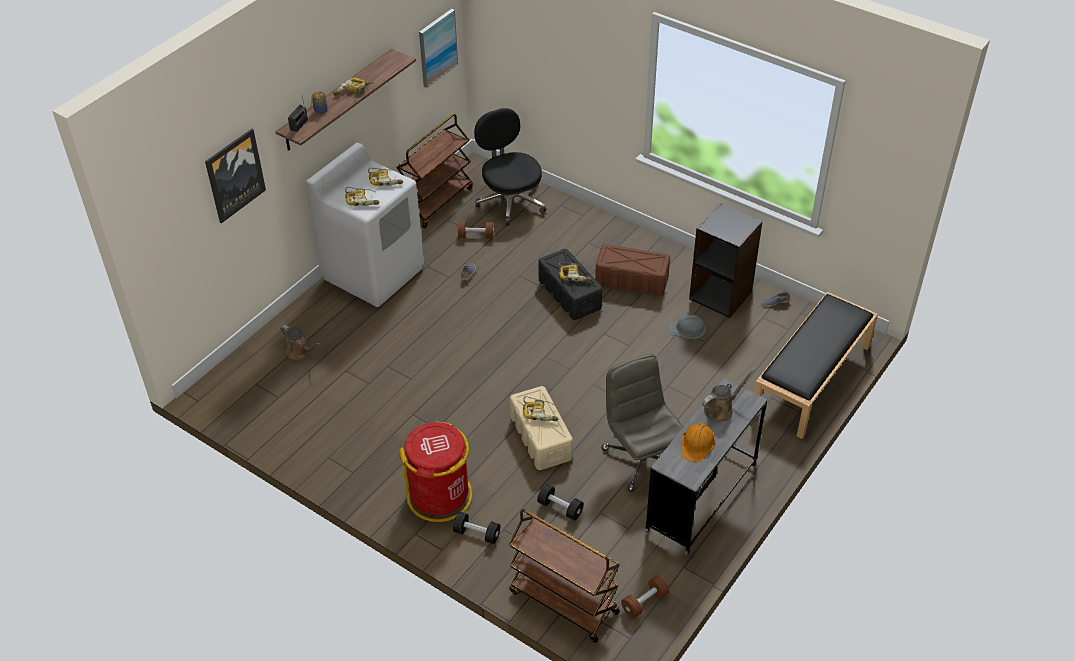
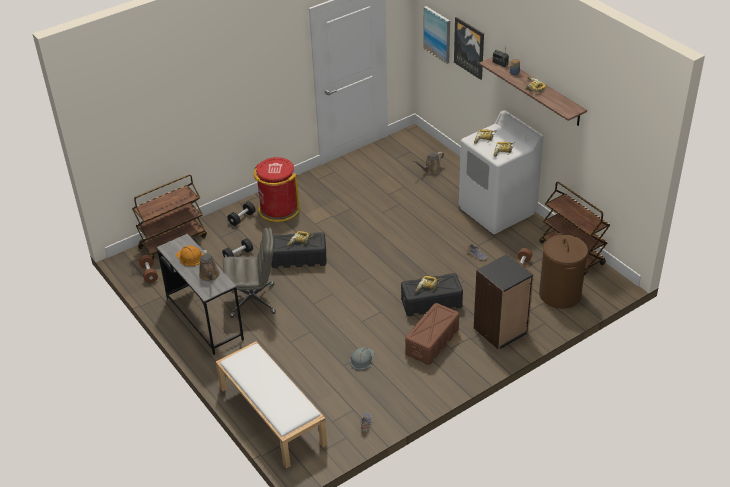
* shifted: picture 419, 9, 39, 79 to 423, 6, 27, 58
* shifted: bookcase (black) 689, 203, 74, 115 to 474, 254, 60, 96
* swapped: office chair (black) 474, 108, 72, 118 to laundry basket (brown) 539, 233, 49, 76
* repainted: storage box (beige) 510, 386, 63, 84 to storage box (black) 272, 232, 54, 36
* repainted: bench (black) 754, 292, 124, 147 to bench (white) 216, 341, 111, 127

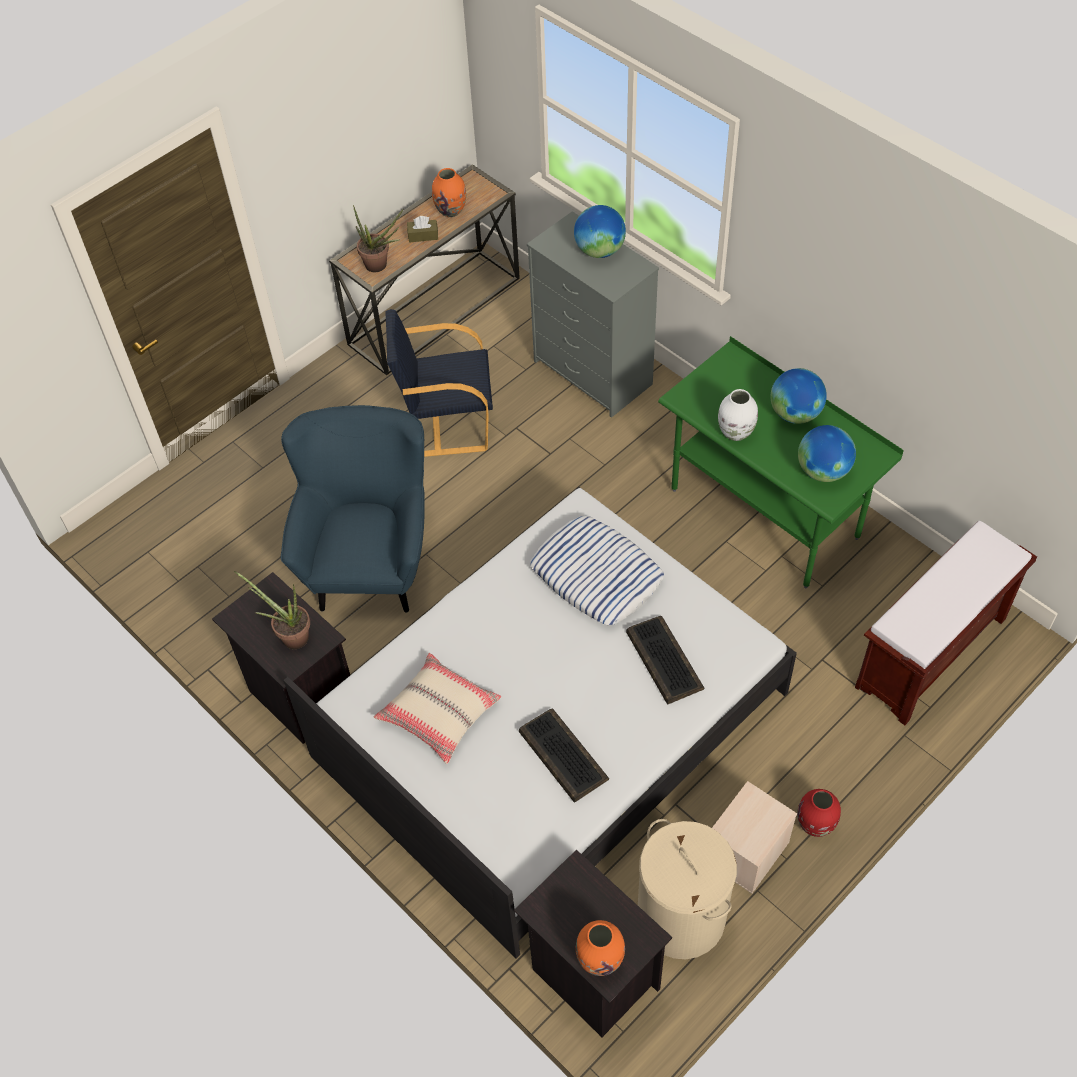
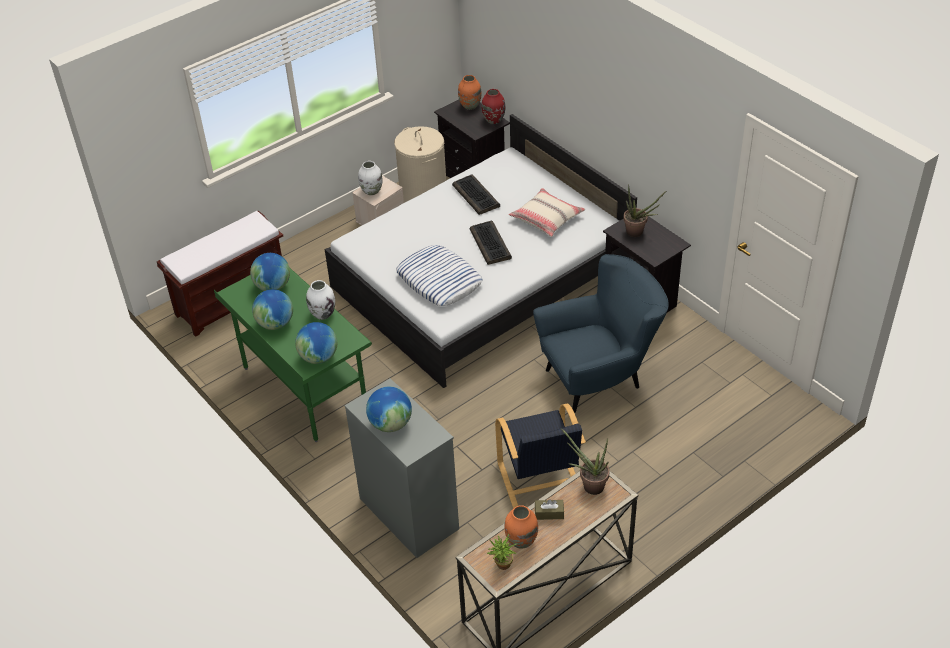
* new: globe 295, 322, 42, 42
* new: vase (white) 358, 161, 25, 34
* new: potted plant 487, 534, 29, 36
* shifted: keyboard 626, 616, 78, 89 to 469, 221, 43, 44
* shifted: vase (red) 797, 789, 44, 48 to 482, 89, 23, 35
* rotated: armchair (blue) 281, 405, 144, 208 = 533, 254, 136, 159 120 degrees counterclockwise
* rotated: armchair (black) 385, 309, 108, 148 = 495, 403, 91, 106 75 degrees clockwise

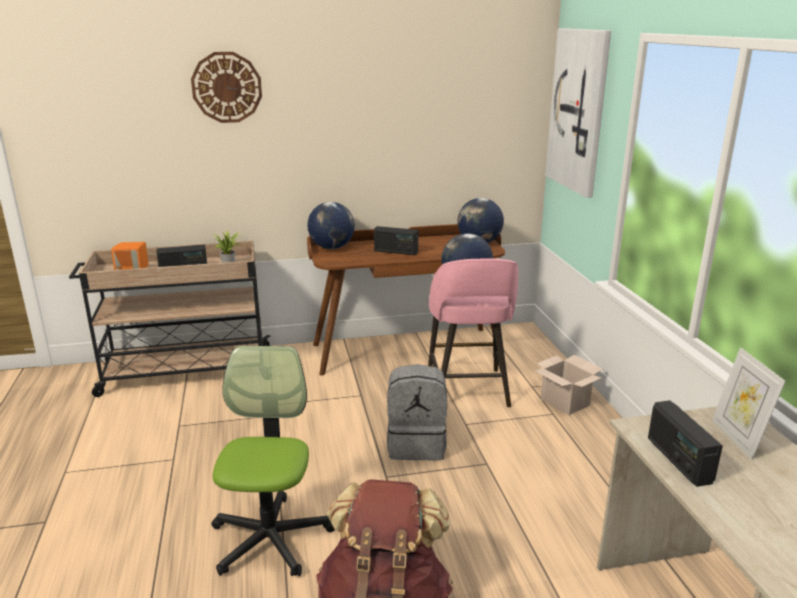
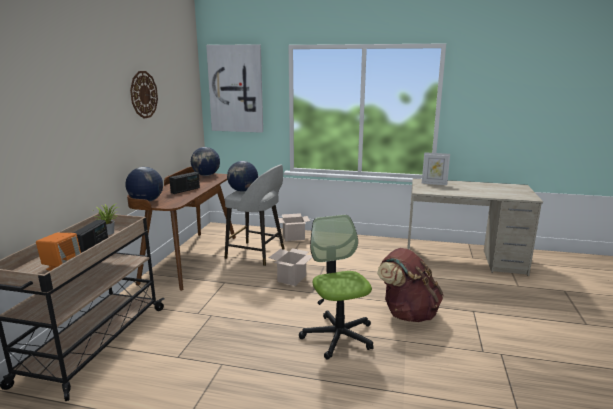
* gone: radio 648, 400, 75, 87
* shifted: wall clock 191, 52, 71, 71 to 130, 71, 28, 48
* swapped: backpack (grey) 387, 364, 60, 96 to cardboard box 269, 248, 43, 38
* repainted: stool (pink) 428, 259, 90, 149 to stool (grey) 225, 165, 60, 101
* rotated: office chair 211, 346, 124, 230 = 299, 215, 75, 145 45 degrees clockwise

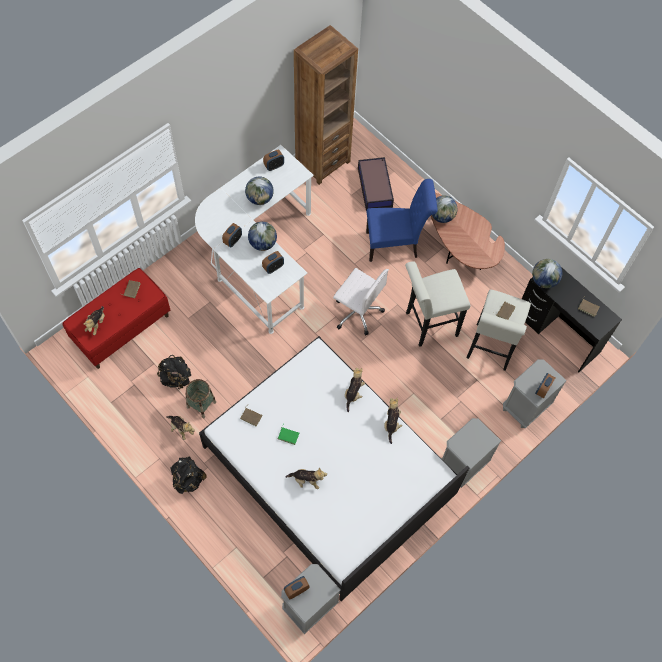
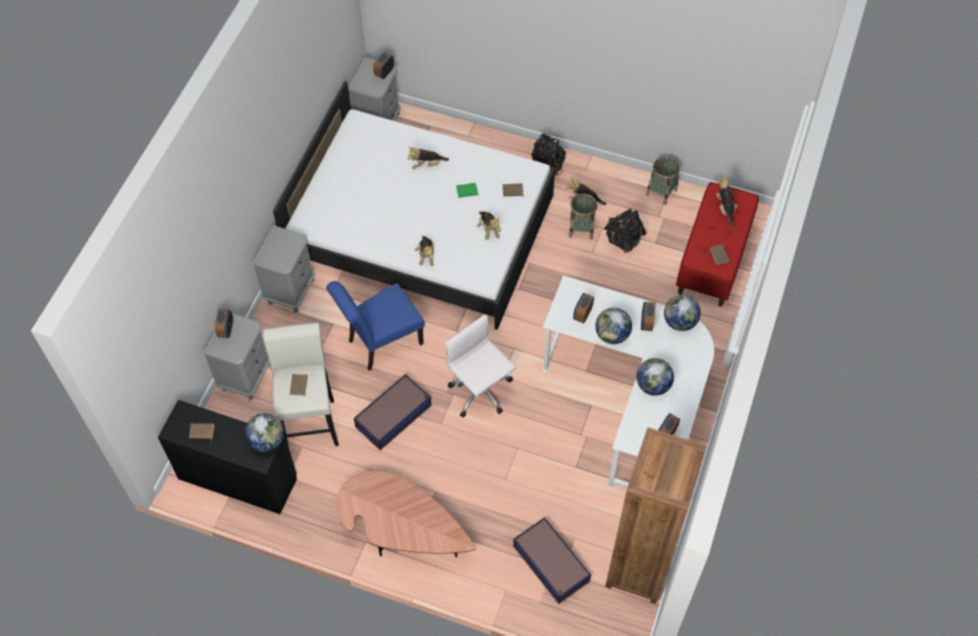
* new: basket 646, 157, 33, 48
* shifted: chair (blue) 366, 179, 72, 83 to 326, 281, 99, 90
* shifted: plush toy 384, 398, 18, 46 to 477, 211, 24, 29
* shifted: globe 432, 195, 25, 28 to 664, 295, 37, 36
* swapped: stool (white) 405, 261, 66, 86 to storage box 354, 374, 77, 76
* rotated: office chair (white) 333, 268, 56, 67 = 445, 314, 70, 104 45 degrees clockwise

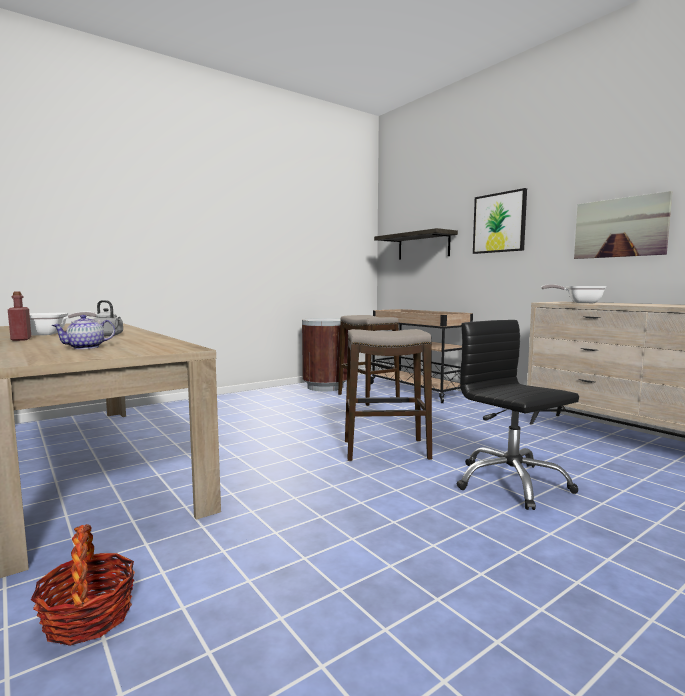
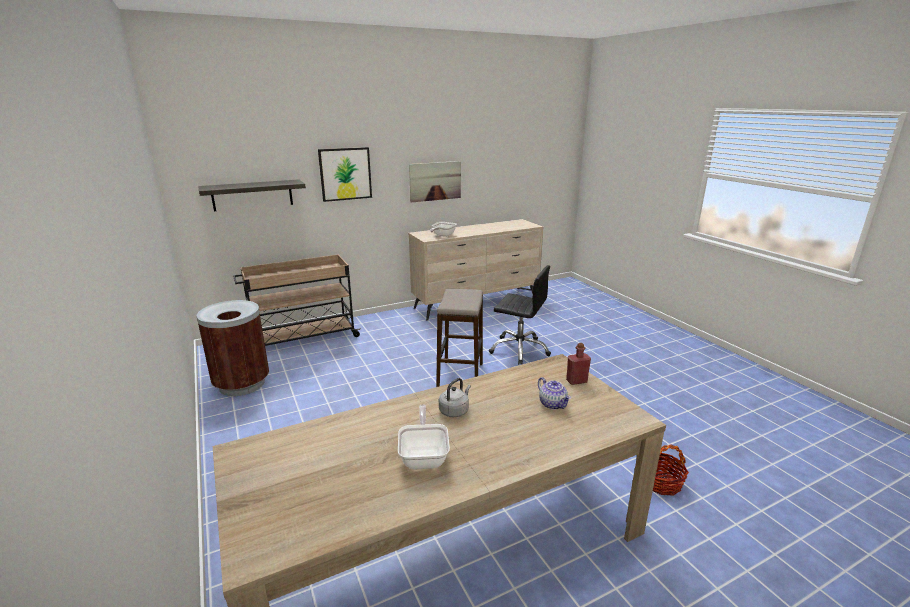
* gone: stool 338, 315, 62, 91
* shifted: bottle (red) 8, 291, 23, 50 to 566, 343, 25, 42
* rotated: office chair (black) 457, 320, 122, 190 = 489, 265, 62, 100 135 degrees counterclockwise

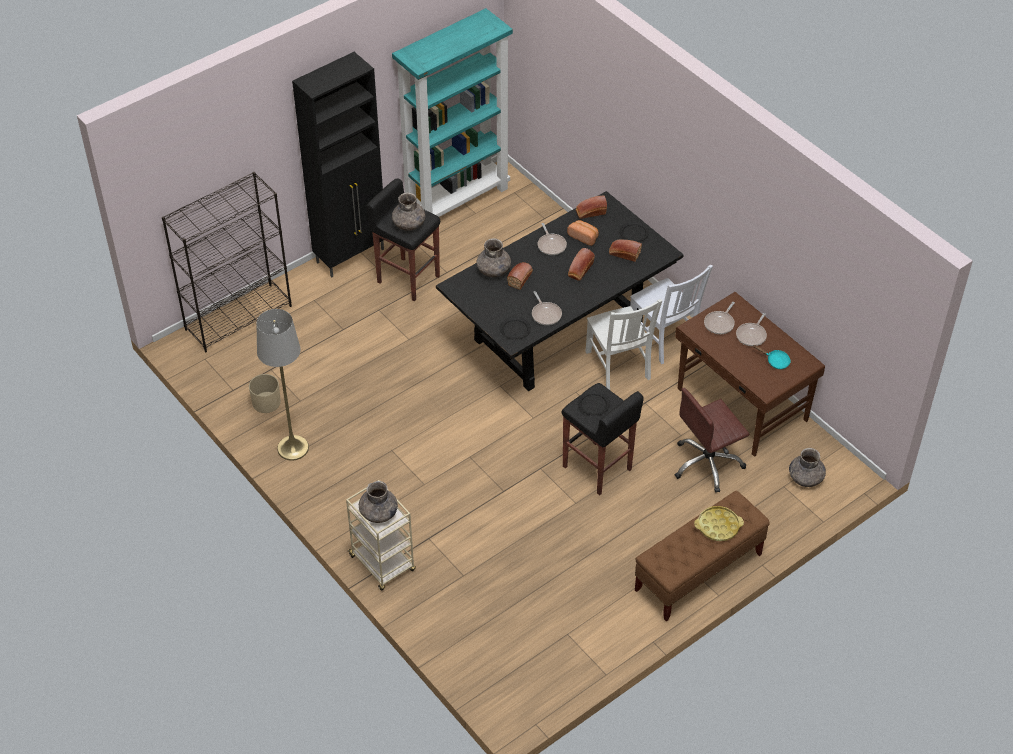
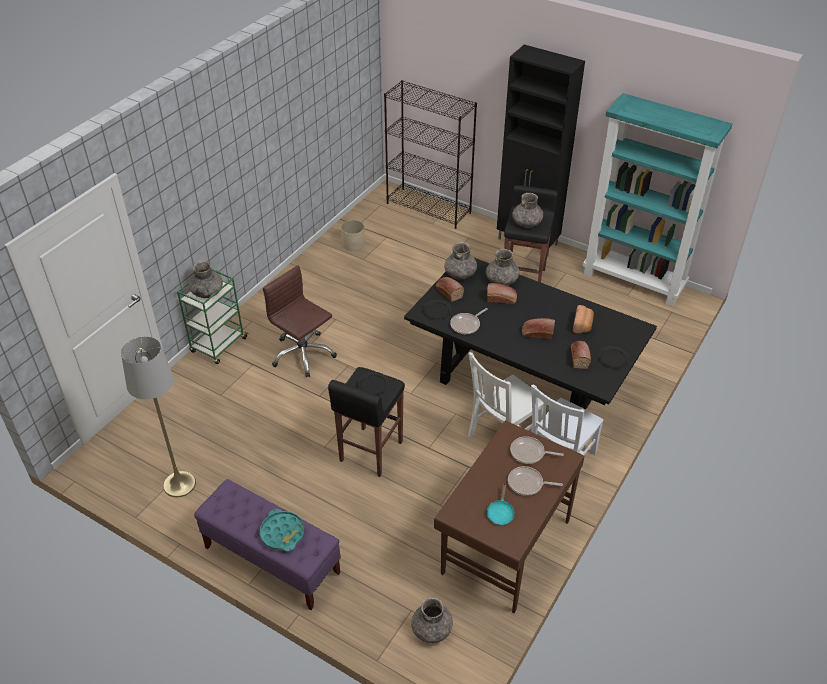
* gone: frying pan 538, 223, 29, 32
* new: vase (grey) 444, 242, 33, 38
* shifted: floor lamp (grey) 257, 309, 52, 151 to 121, 337, 75, 160
* shifted: bread 576, 196, 31, 23 to 436, 277, 28, 25
* shifted: office chair (brown) 675, 388, 74, 105 to 263, 265, 74, 112
* repainted: cart (beige) 346, 480, 70, 111 to cart (green) 177, 269, 72, 95
* repainted: bench (brown) 635, 491, 135, 130 to bench (purple) 194, 479, 147, 131
* repainted: tray (yellow) 694, 506, 50, 35 to tray (turquoise) 260, 509, 44, 42

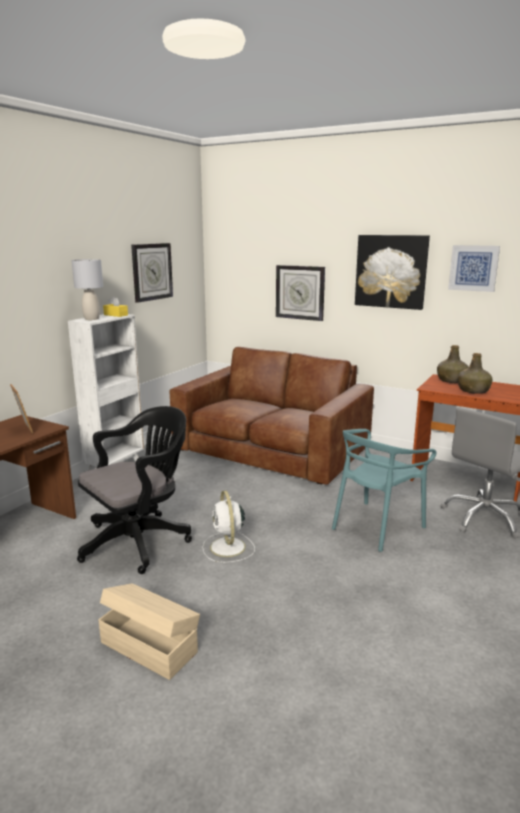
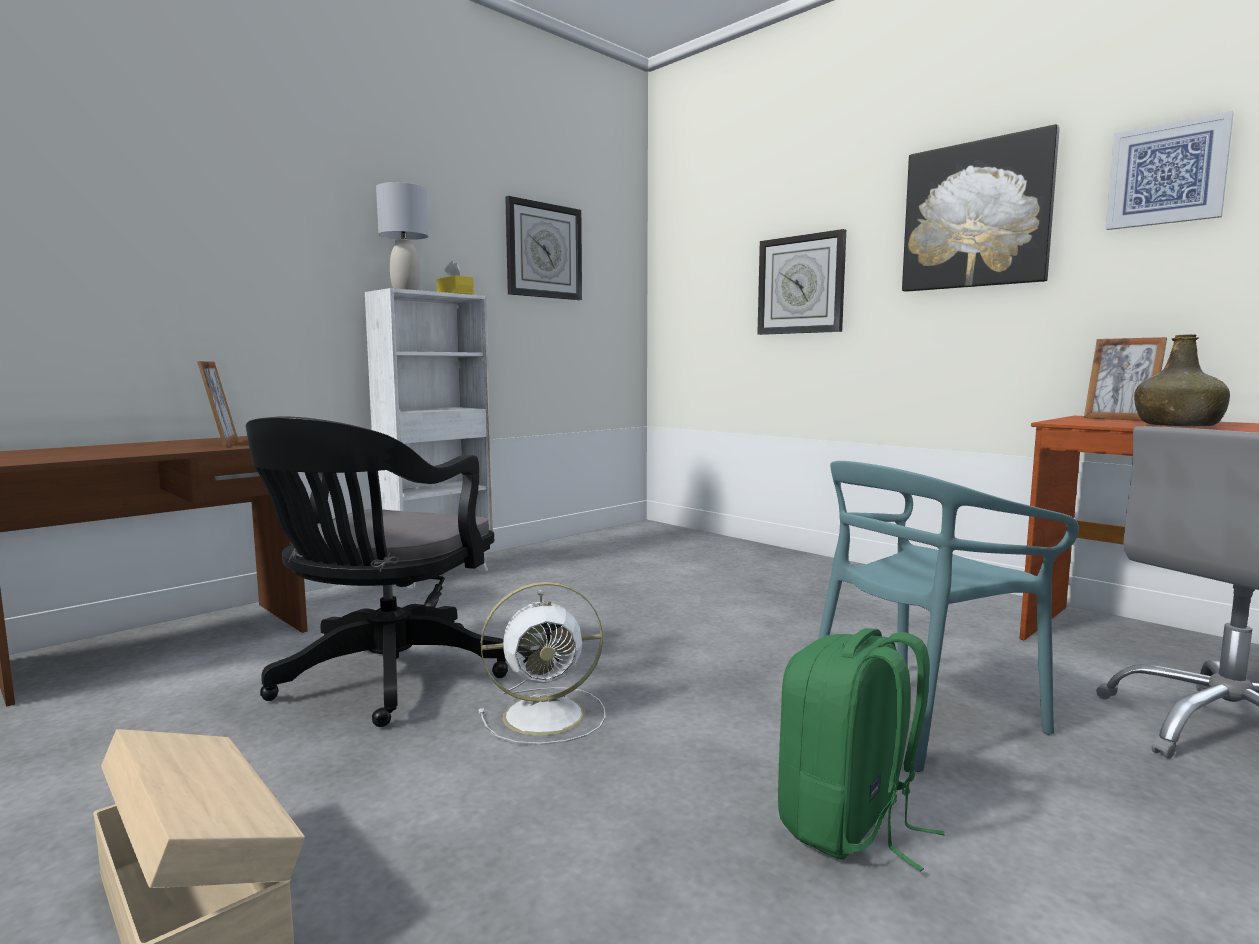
* gone: sofa (brown) 170, 347, 204, 138
* new: backpack (green) 778, 628, 167, 244
* swapped: bottle (green) 437, 345, 31, 38 to picture frame 1084, 337, 83, 84
* rotated: office chair (black) 77, 406, 115, 168 = 246, 417, 262, 310 135 degrees clockwise
* rotated: fan (white) 202, 491, 53, 72 = 479, 582, 127, 163 105 degrees counterclockwise

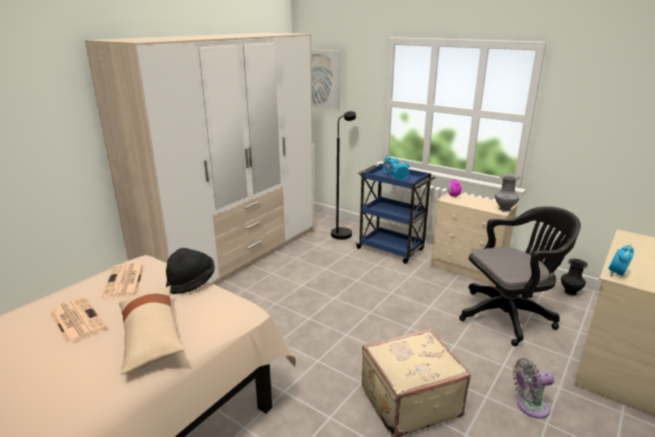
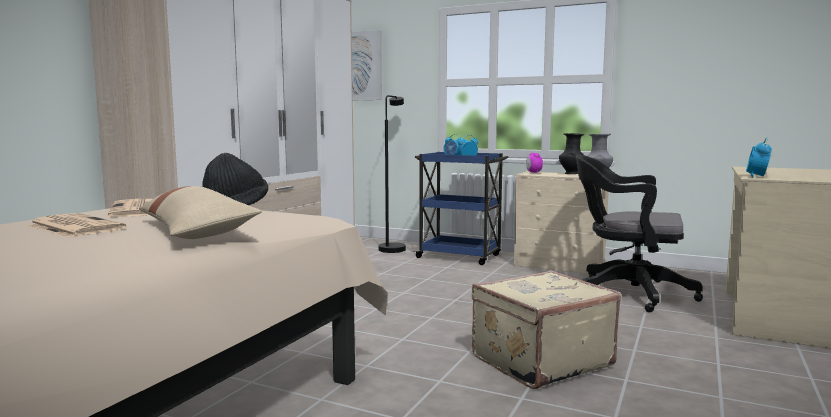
* gone: fan (grey) 513, 358, 41, 61
* shifted: vase (black) 561, 258, 27, 38 to 559, 133, 25, 41
* rotated: office chair (black) 459, 206, 122, 140 = 576, 155, 127, 157 135 degrees counterclockwise

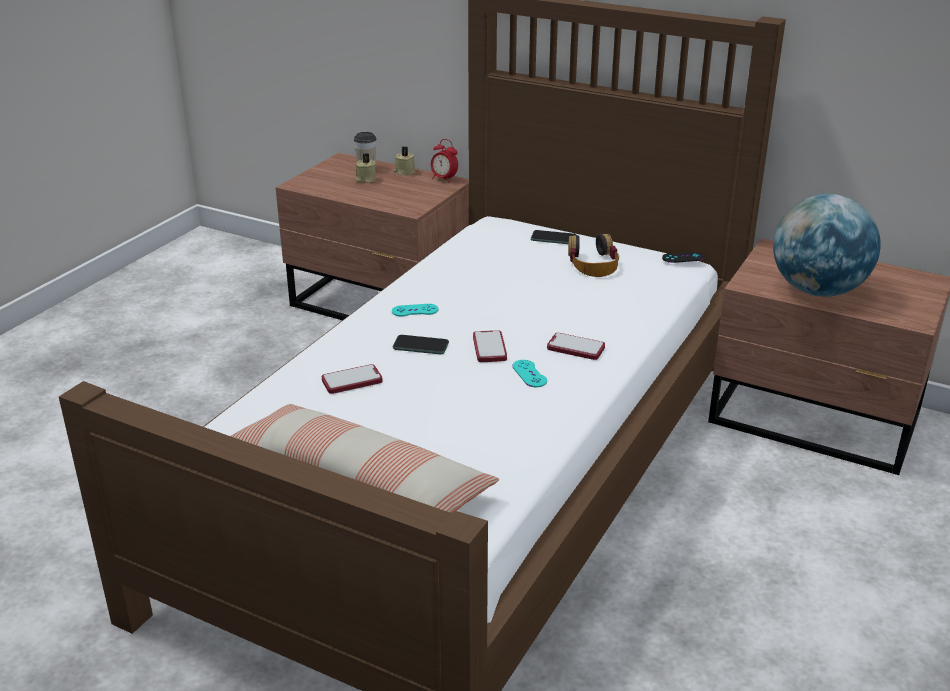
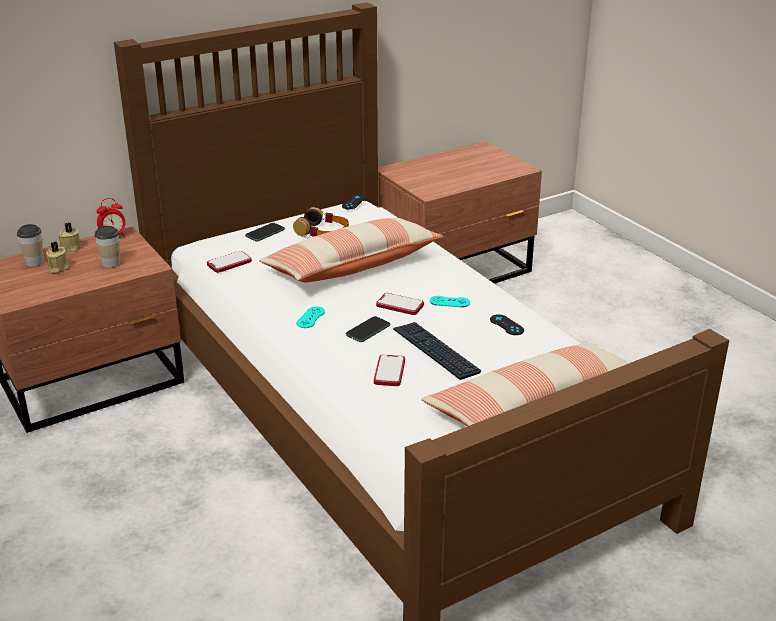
* gone: globe 773, 194, 108, 103
* new: cup 95, 226, 25, 42
* new: pillow 259, 218, 184, 64
* new: keyboard 393, 322, 88, 58
* new: game controller (black) 490, 314, 34, 21
* shifted: phone 547, 333, 58, 27 to 207, 251, 45, 22

